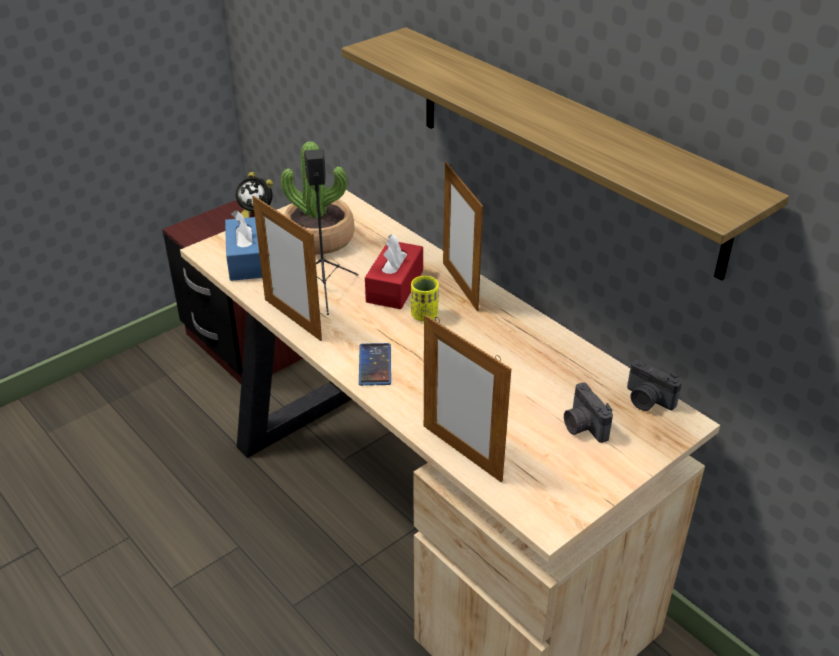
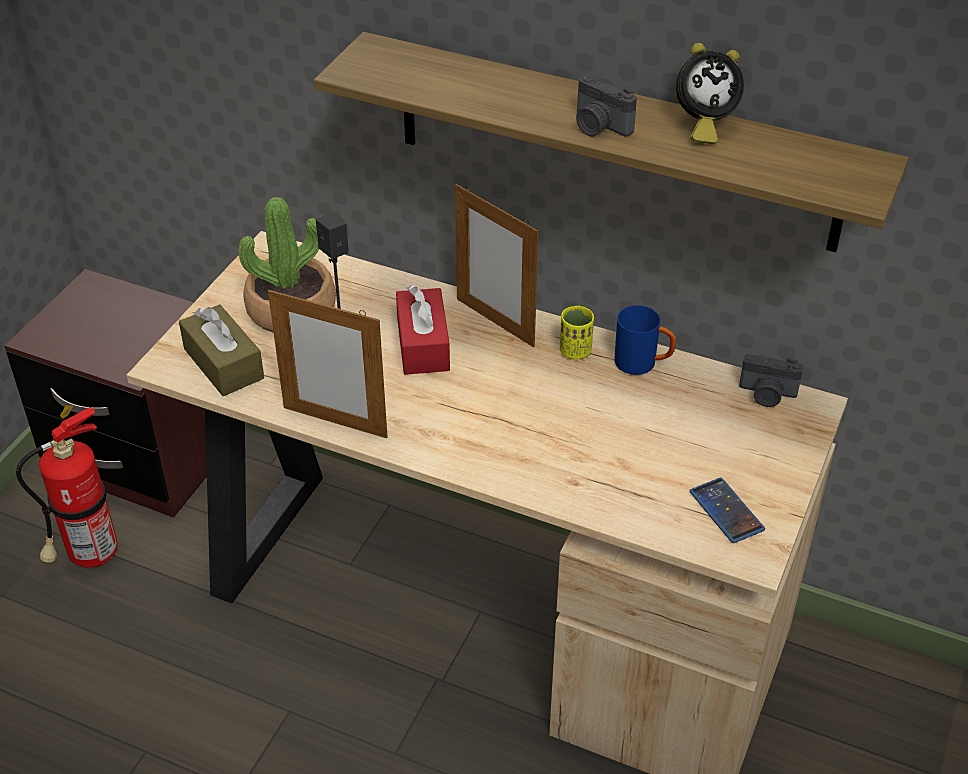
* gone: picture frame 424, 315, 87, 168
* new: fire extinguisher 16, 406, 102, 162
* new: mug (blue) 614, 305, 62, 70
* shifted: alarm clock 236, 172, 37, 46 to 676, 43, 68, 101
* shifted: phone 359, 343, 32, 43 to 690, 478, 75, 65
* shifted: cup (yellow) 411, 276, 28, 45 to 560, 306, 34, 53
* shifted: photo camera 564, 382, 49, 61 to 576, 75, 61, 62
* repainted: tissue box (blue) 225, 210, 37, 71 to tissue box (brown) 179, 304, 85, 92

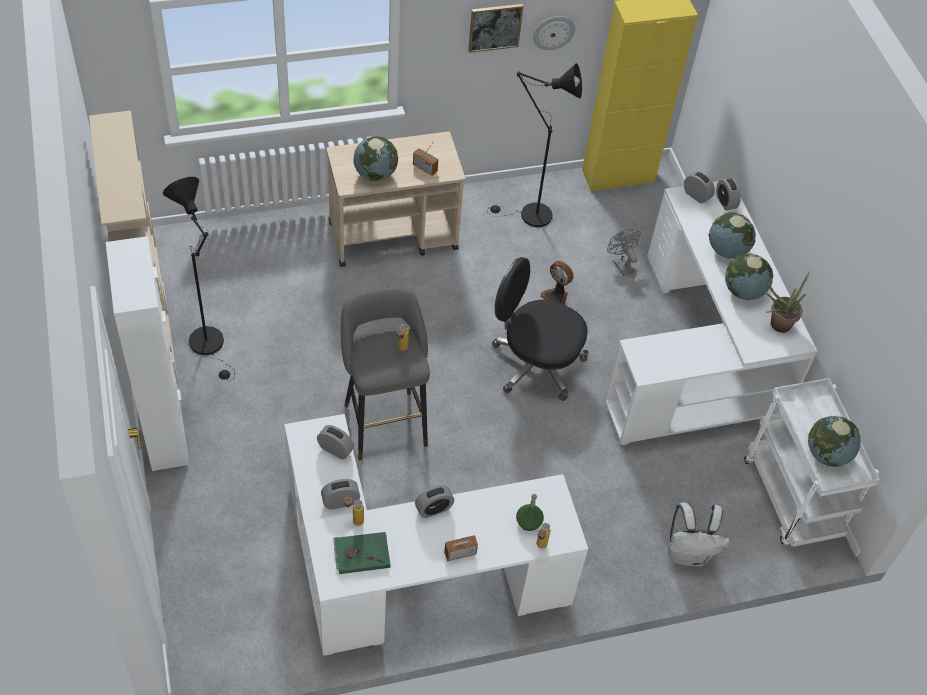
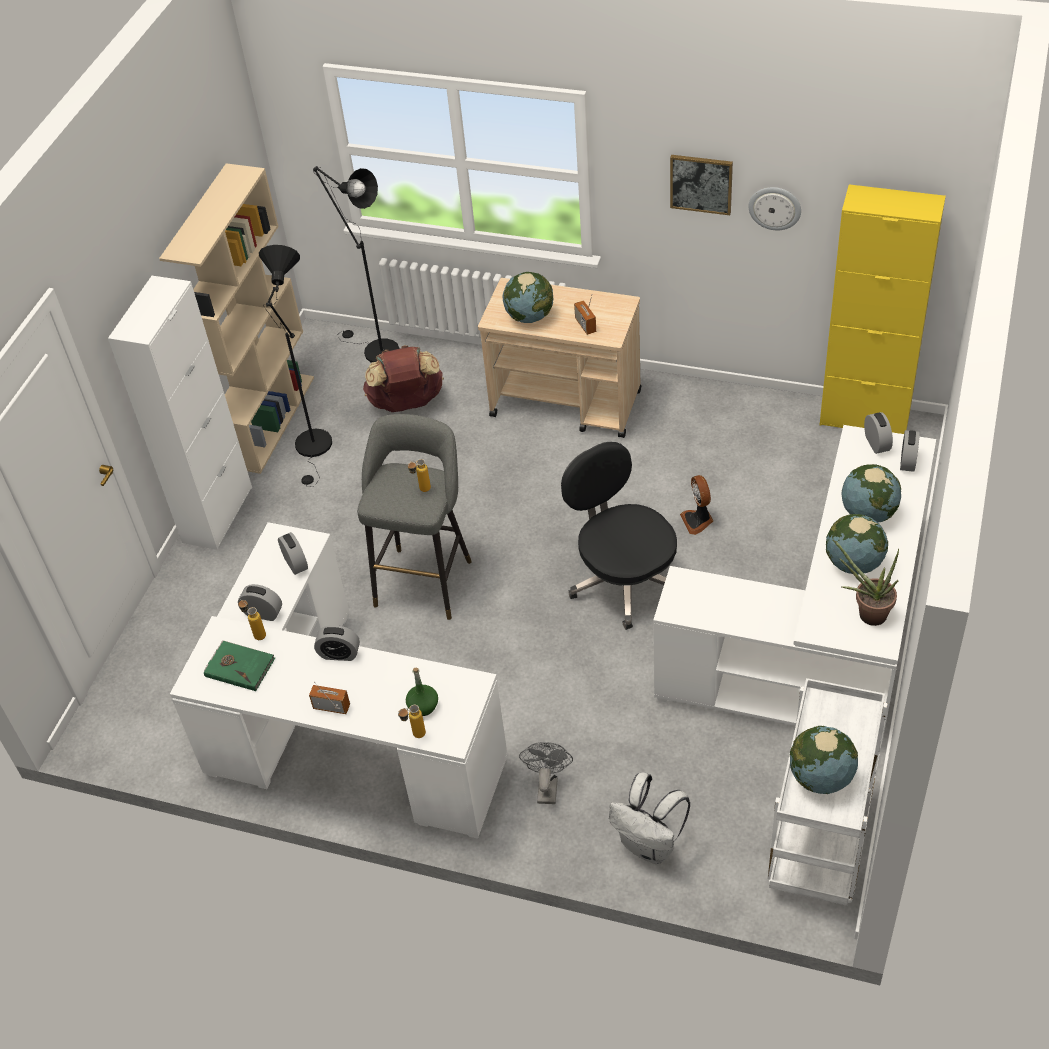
* new: backpack (brown) 363, 345, 81, 67
* shifted: floor lamp (black) 487, 63, 95, 164 to 313, 166, 86, 197
* shifted: fan (grey) 607, 229, 34, 47 to 519, 742, 54, 62

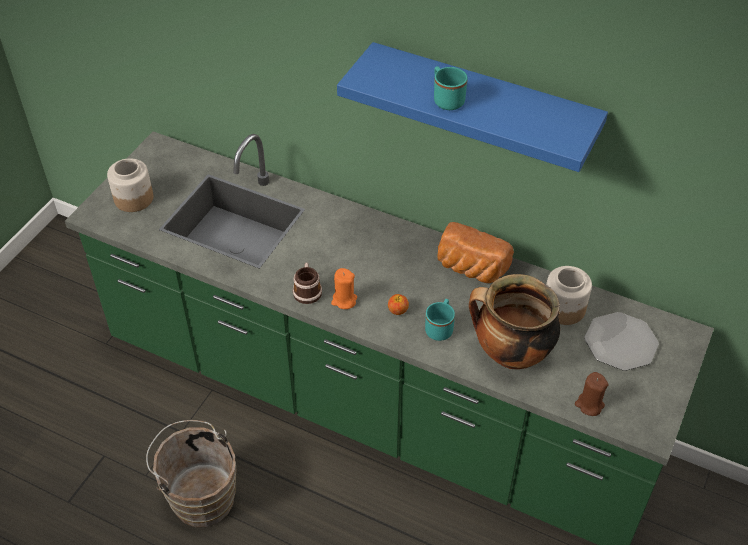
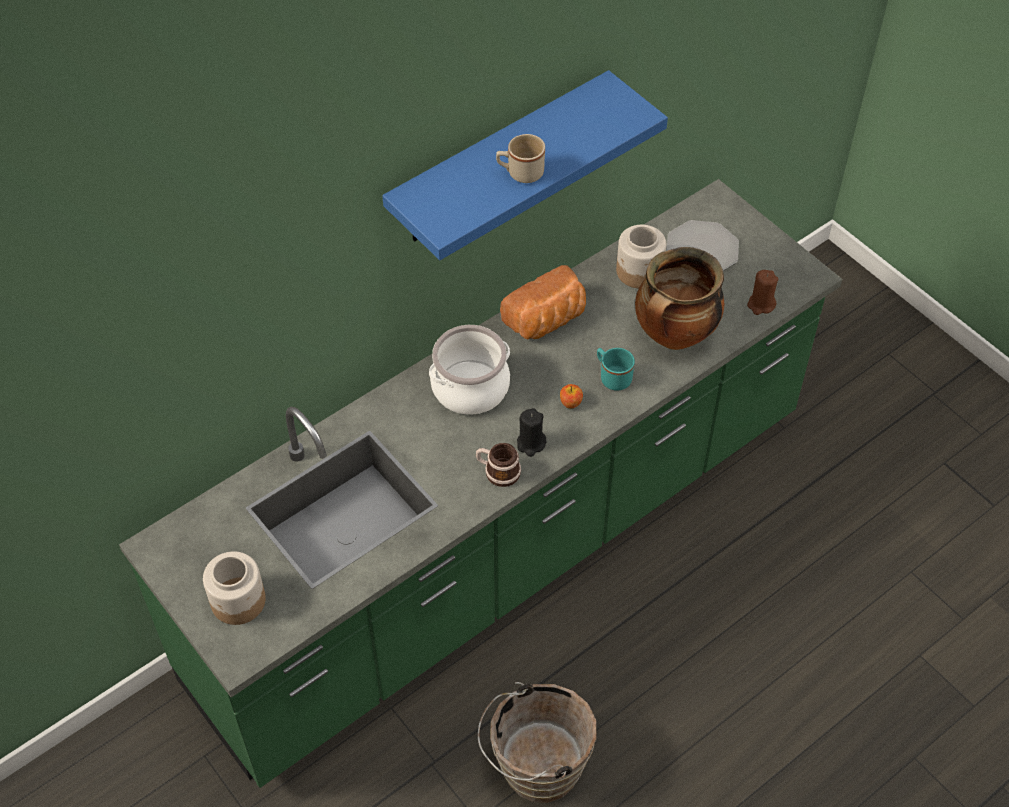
* new: cooking pot 429, 325, 81, 90
* repainted: candle (orange) 331, 268, 26, 41 to candle (black) 517, 408, 29, 49
* repainted: mug (turquoise) 434, 66, 34, 44 to mug (beige) 496, 134, 49, 49

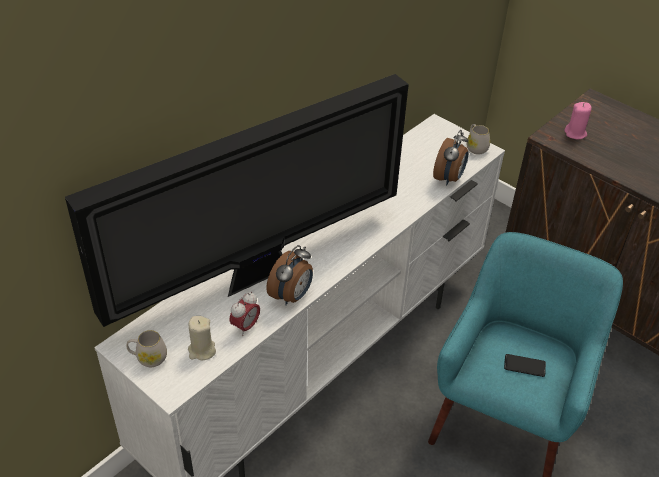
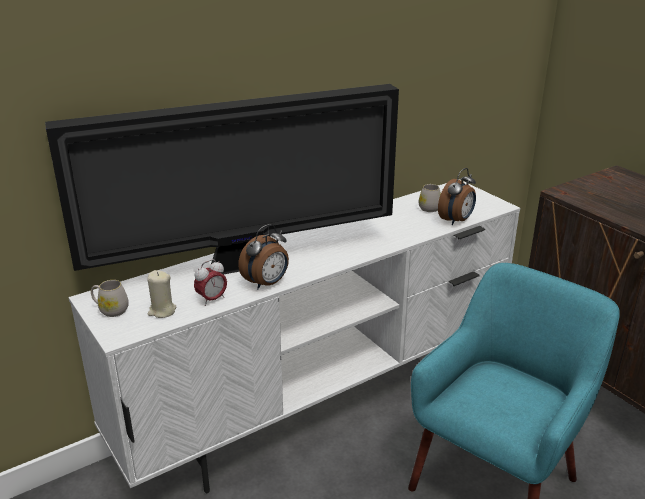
* gone: phone 504, 354, 42, 23
* gone: candle (pink) 565, 102, 27, 37
* shifted: mug (white) 467, 124, 23, 31 to 419, 184, 22, 28

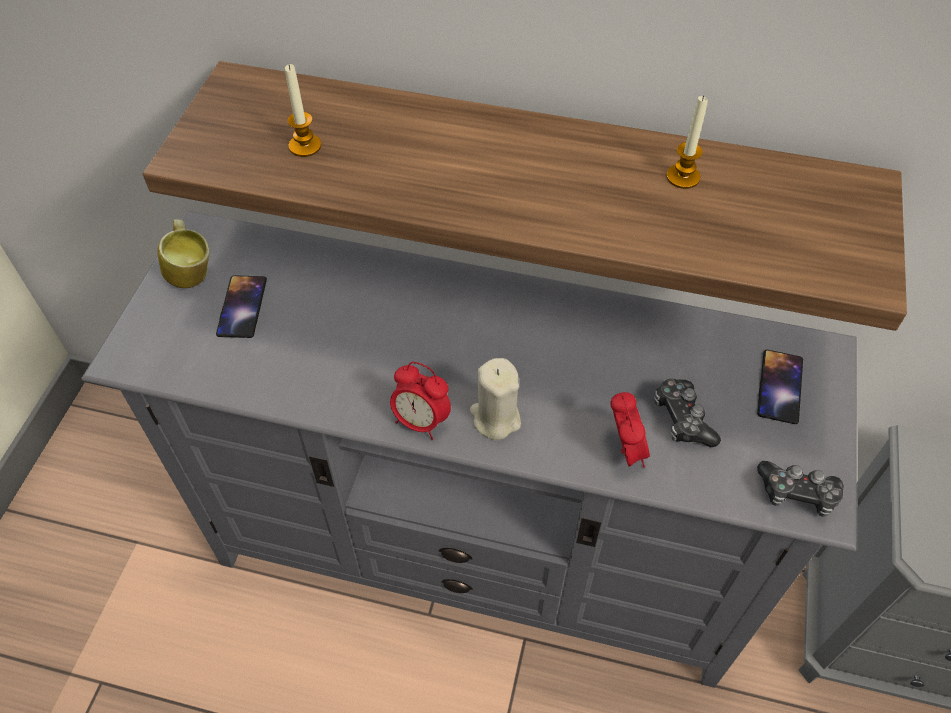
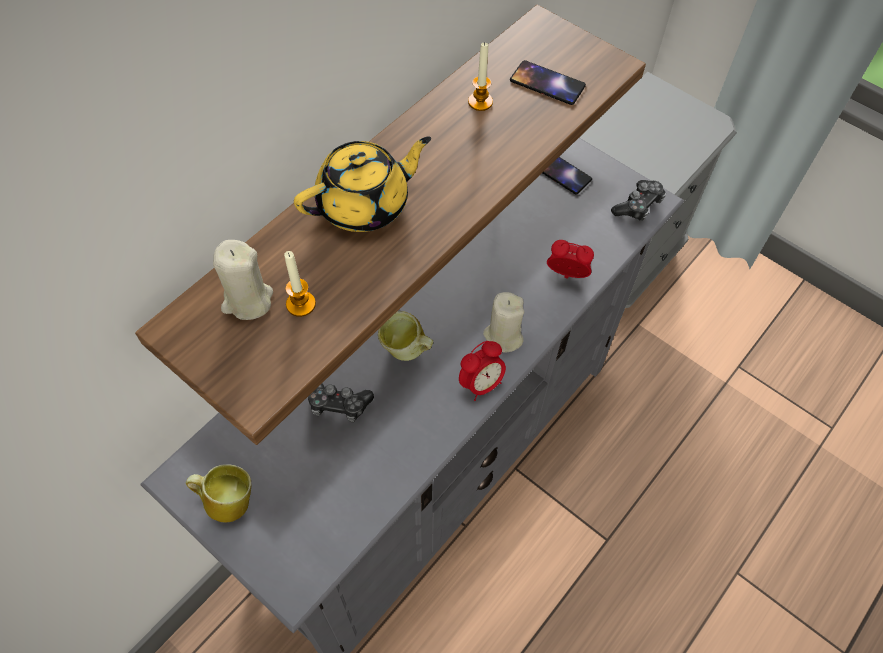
* new: candle (beige) 213, 240, 60, 80
* new: teapot (yellow) 294, 137, 137, 95
* new: mug 378, 311, 55, 50
* shifted: phone 216, 275, 51, 63 to 510, 60, 76, 45
* shifted: game controller 654, 379, 67, 68 to 308, 383, 66, 39

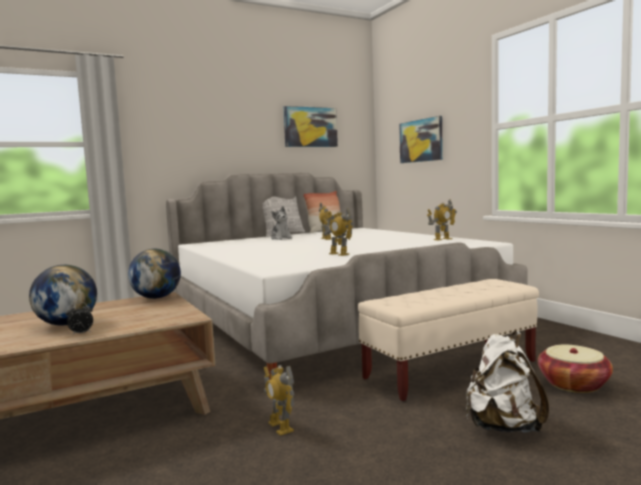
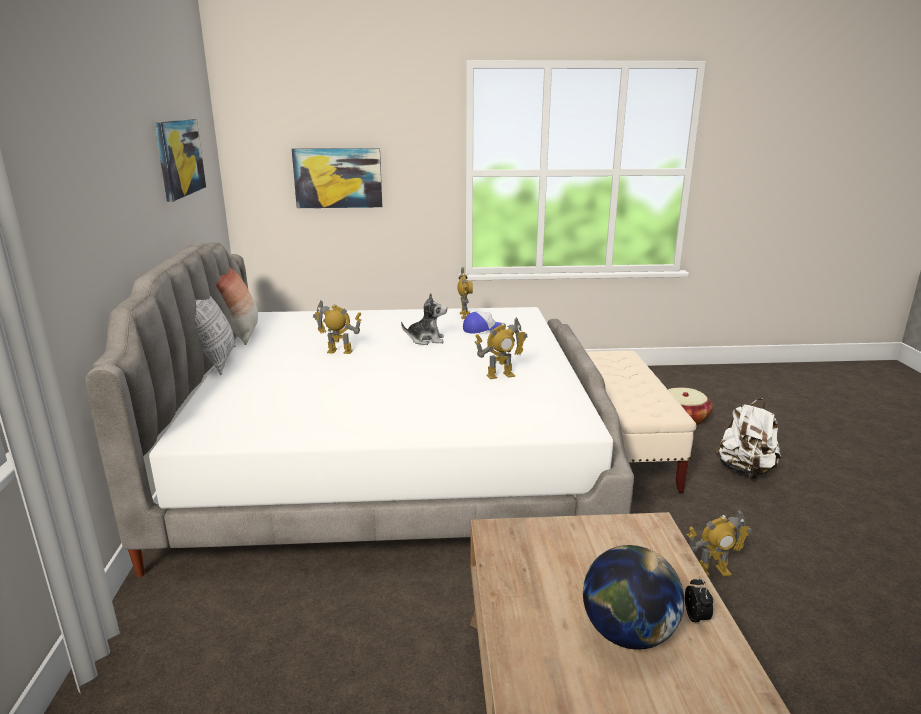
* gone: globe 128, 249, 53, 50
* new: cap 463, 311, 43, 22
* shifted: plush toy 271, 206, 21, 34 to 401, 293, 46, 52

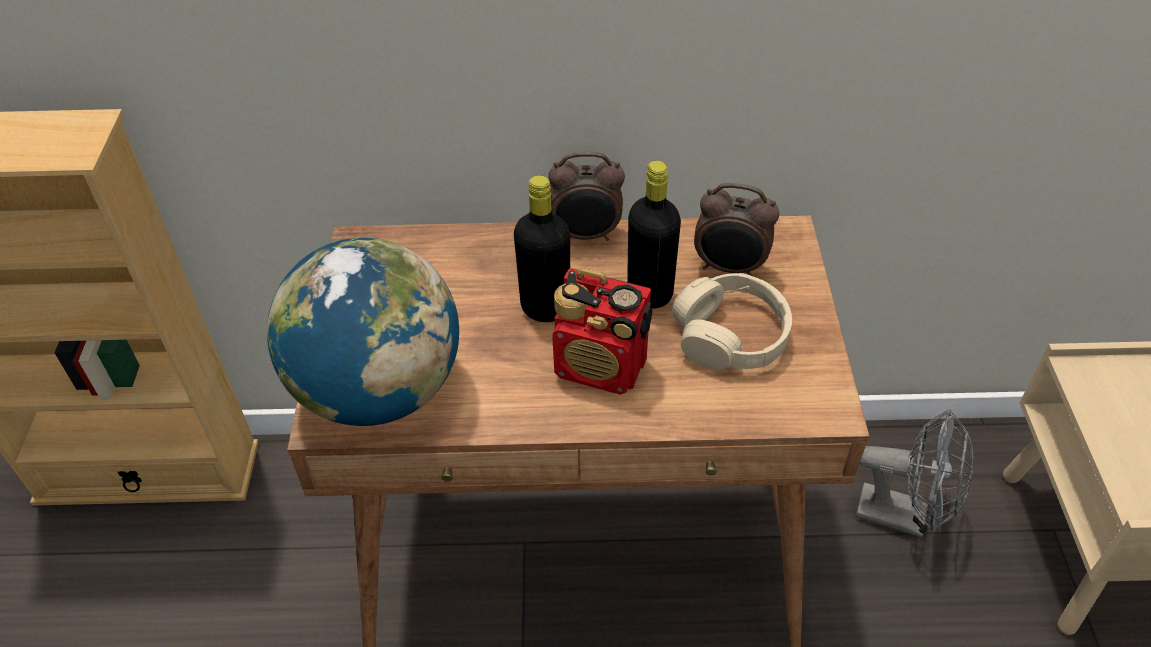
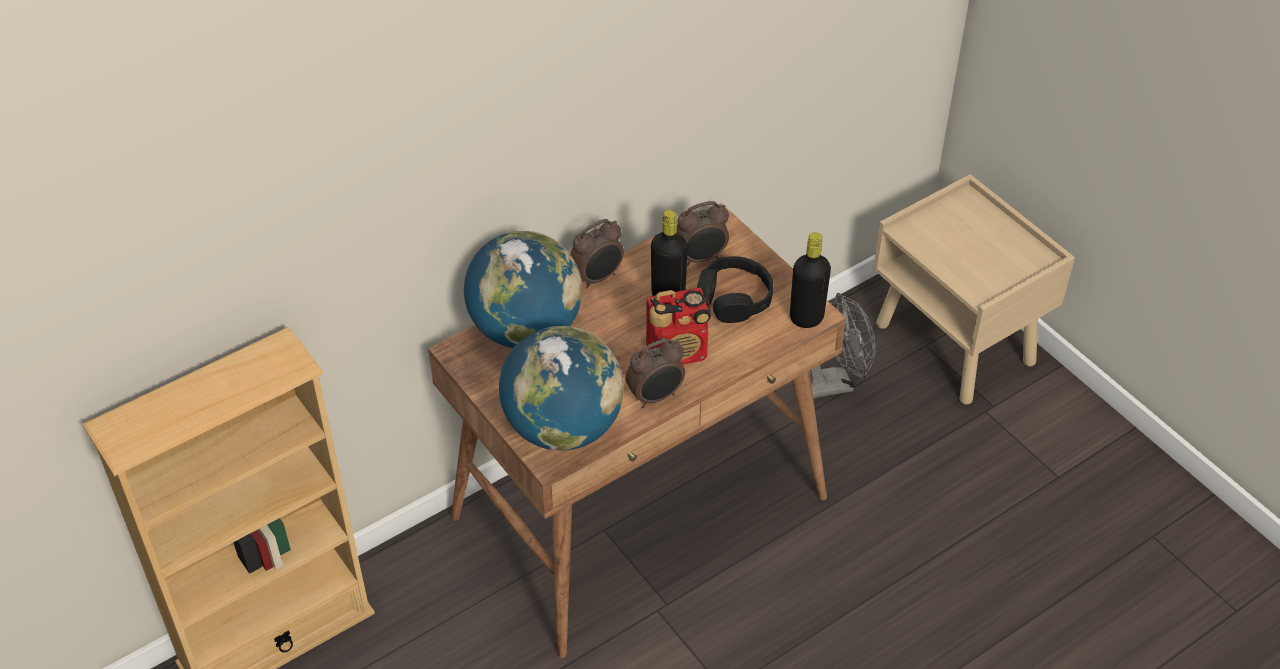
* new: globe 464, 231, 118, 117
* new: alarm clock 626, 339, 59, 69
* shifted: bottle (black) 514, 175, 56, 147 to 790, 232, 41, 96
* repainted: headphones (beige) 672, 273, 120, 97 to headphones (black) 697, 256, 76, 67

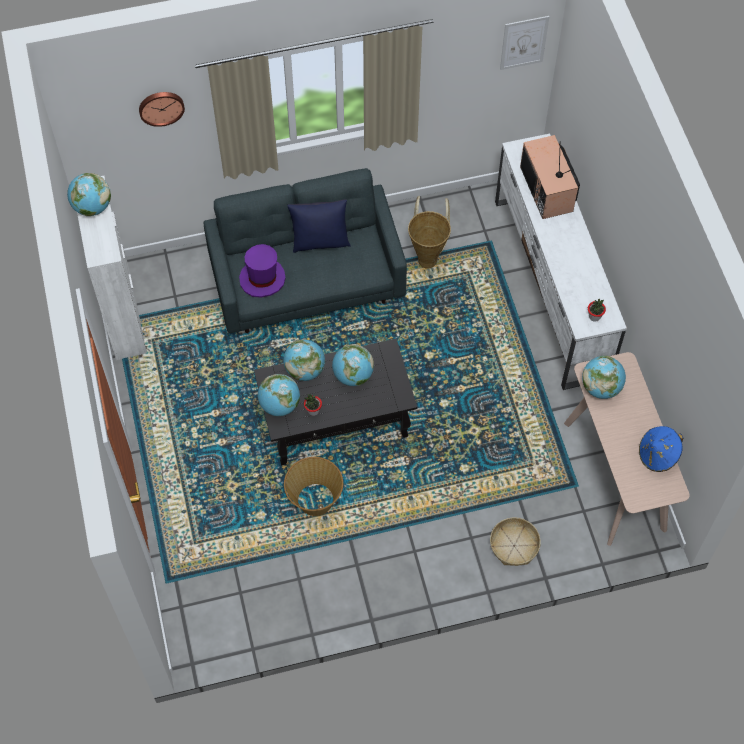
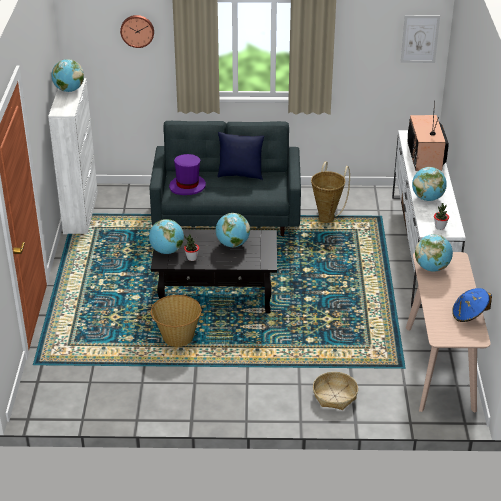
* shifted: globe 284, 340, 41, 41 to 412, 167, 35, 34

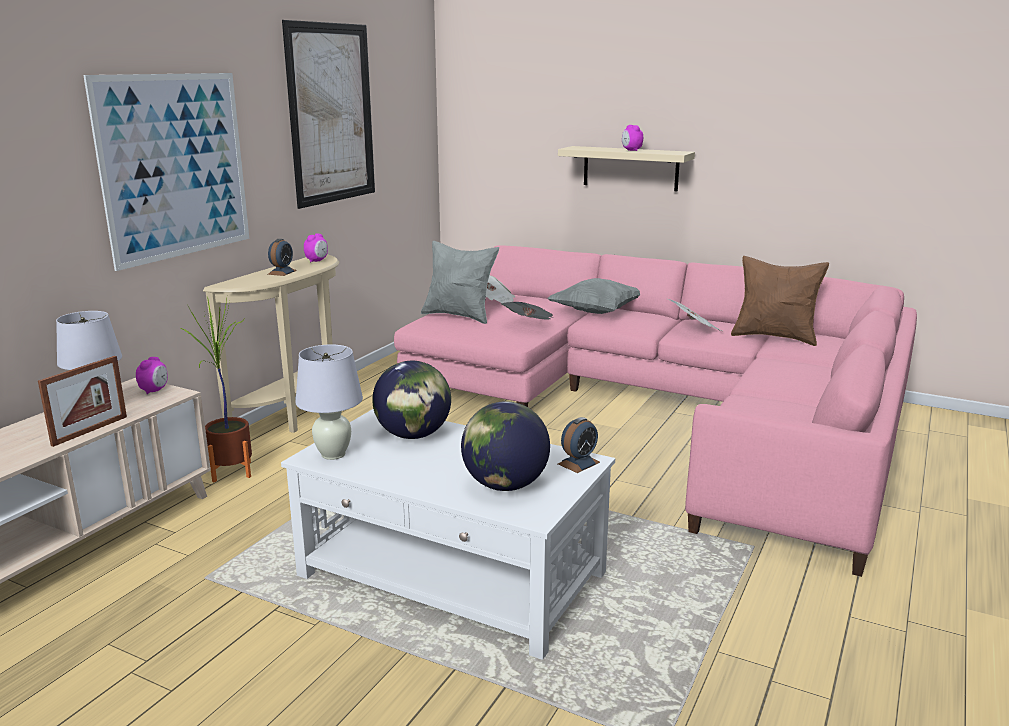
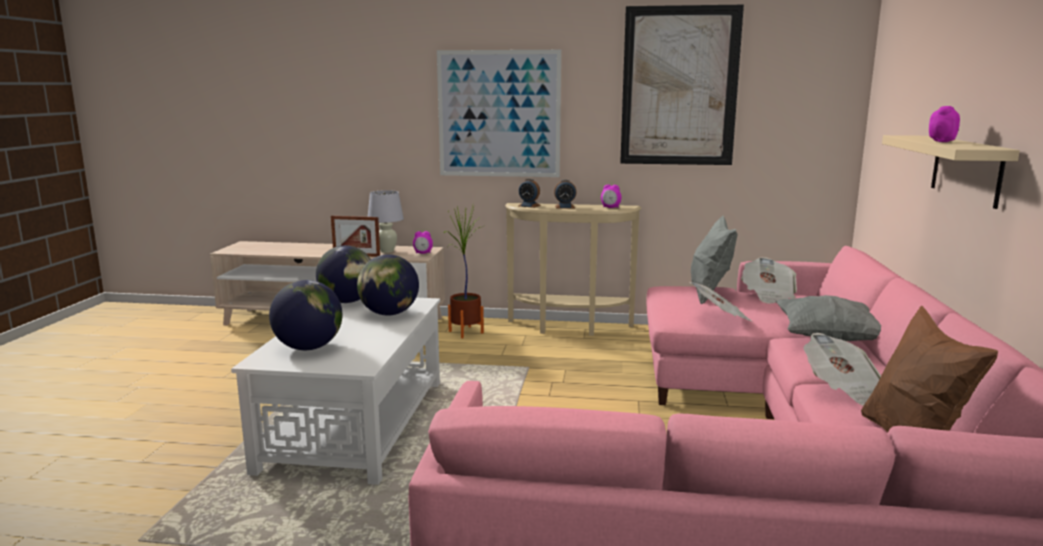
* shifted: alarm clock 558, 417, 42, 56 to 518, 179, 23, 29
* swapped: table lamp (white) 295, 344, 68, 116 to globe 316, 245, 55, 58

